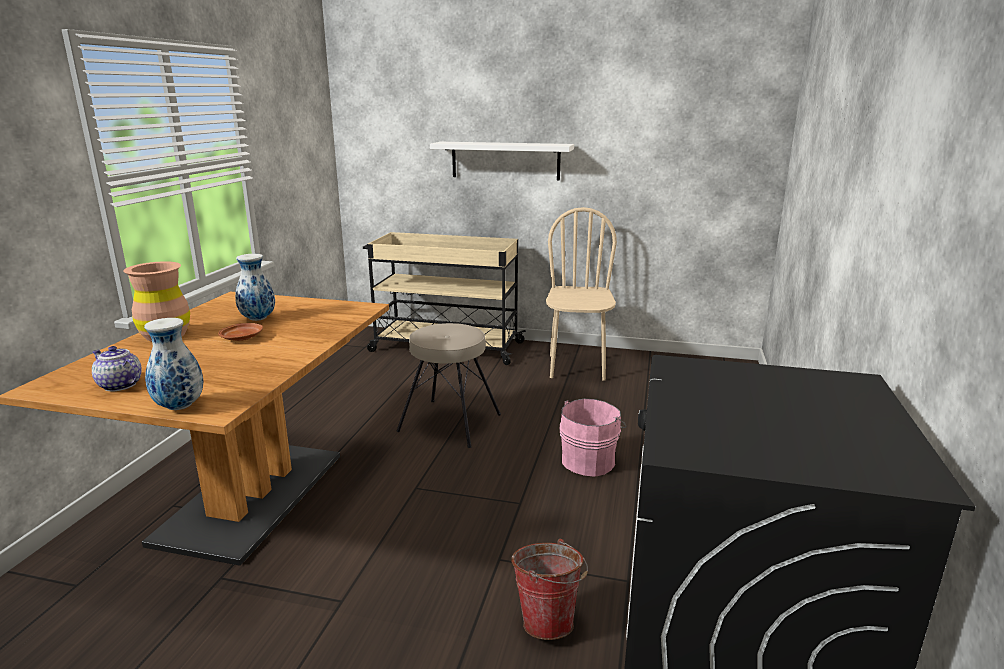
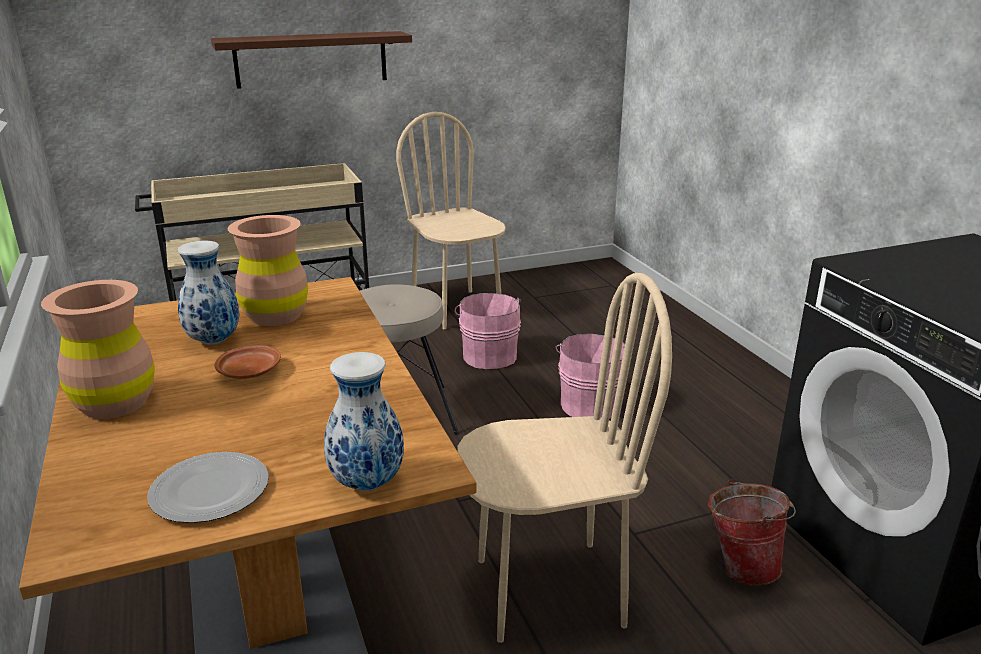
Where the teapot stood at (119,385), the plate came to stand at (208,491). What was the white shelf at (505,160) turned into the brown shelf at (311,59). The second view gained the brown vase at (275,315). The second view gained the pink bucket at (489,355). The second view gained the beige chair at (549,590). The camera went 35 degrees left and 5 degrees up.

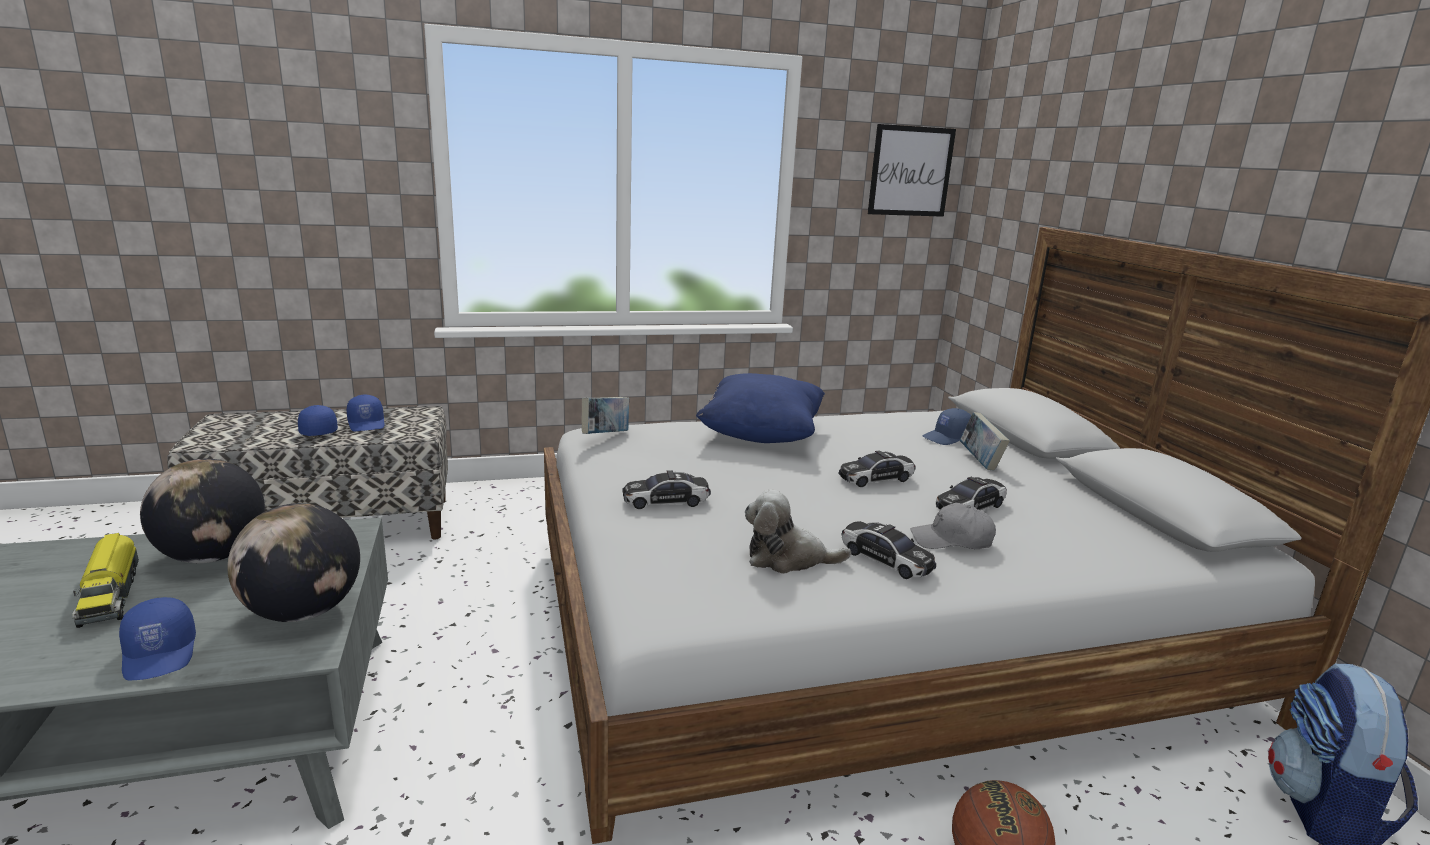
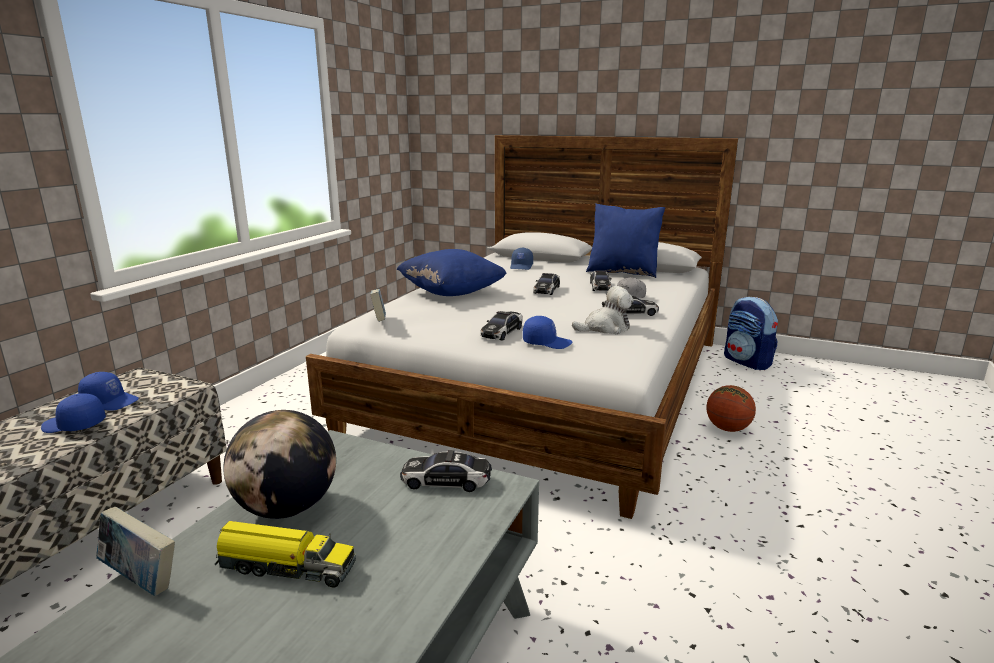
The blue cap ended up elsewhere, having gone from (161,653) to (546,342). Where the globe stood at (303,612), the toy car came to stand at (446,481). The plush toy at (788,558) ended up facing another way, 150 degrees counterclockwise from before. The second view lost the picture at (910,171). The book ended up elsewhere, having gone from (980,461) to (141,579). The second view gained the blue pillow at (623,272). The camera went 50 degrees left and 0 degrees up.

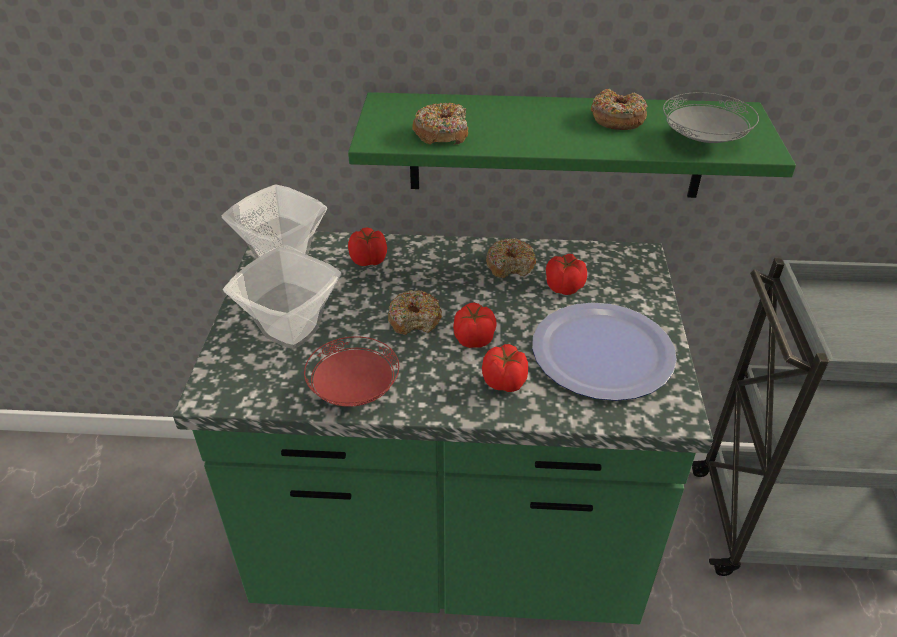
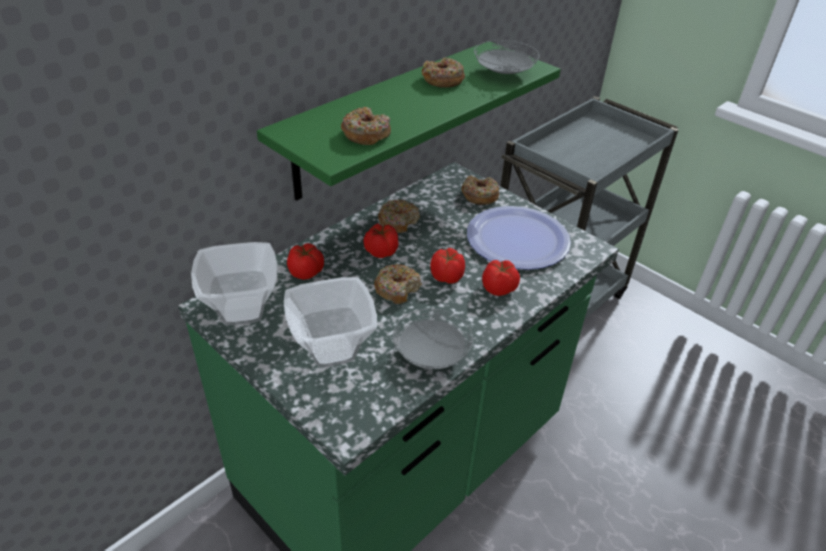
What was the red plate at (353,390) turned into the grey plate at (431,355). The tomato ended up elsewhere, having gone from (563,287) to (380,251). The second view gained the donut at (479,195). The camera went 50 degrees left and 0 degrees up.

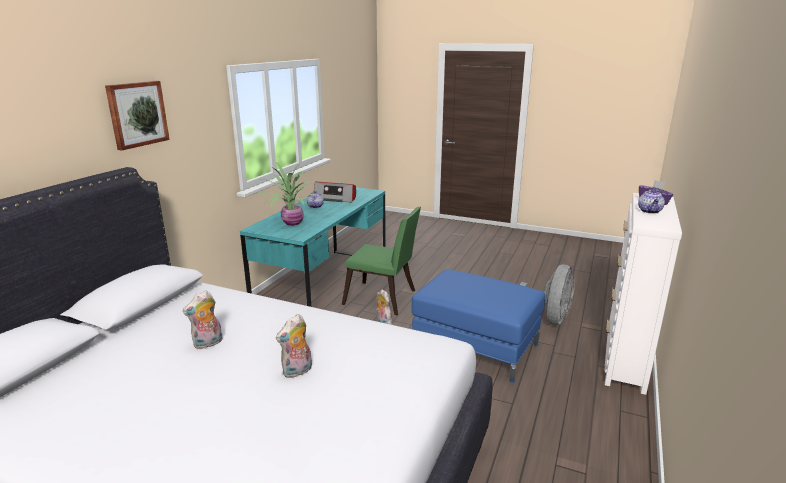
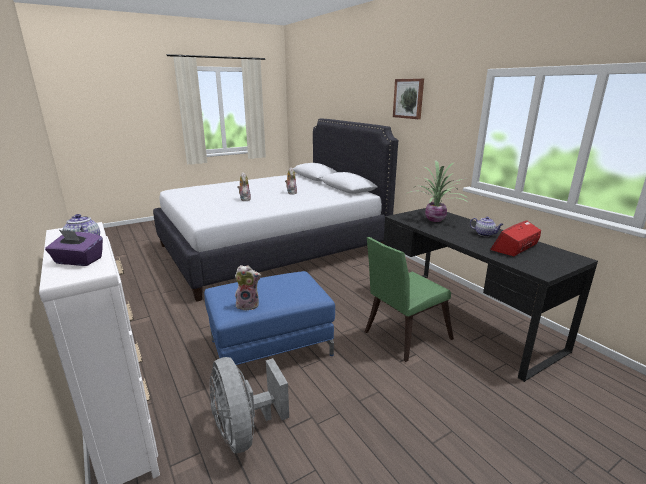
What was the turquoise desk at (325,284) turned into the black desk at (463,317). The plush toy ended up elsewhere, having gone from (383,322) to (248,305). The camera went 125 degrees right and 0 degrees up.

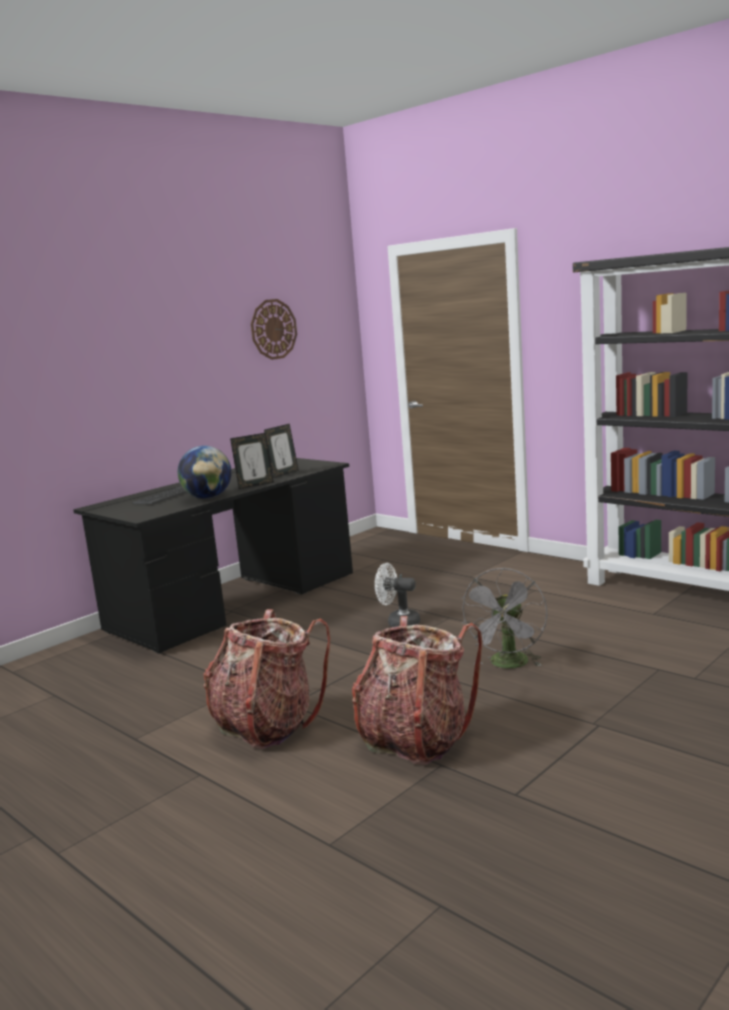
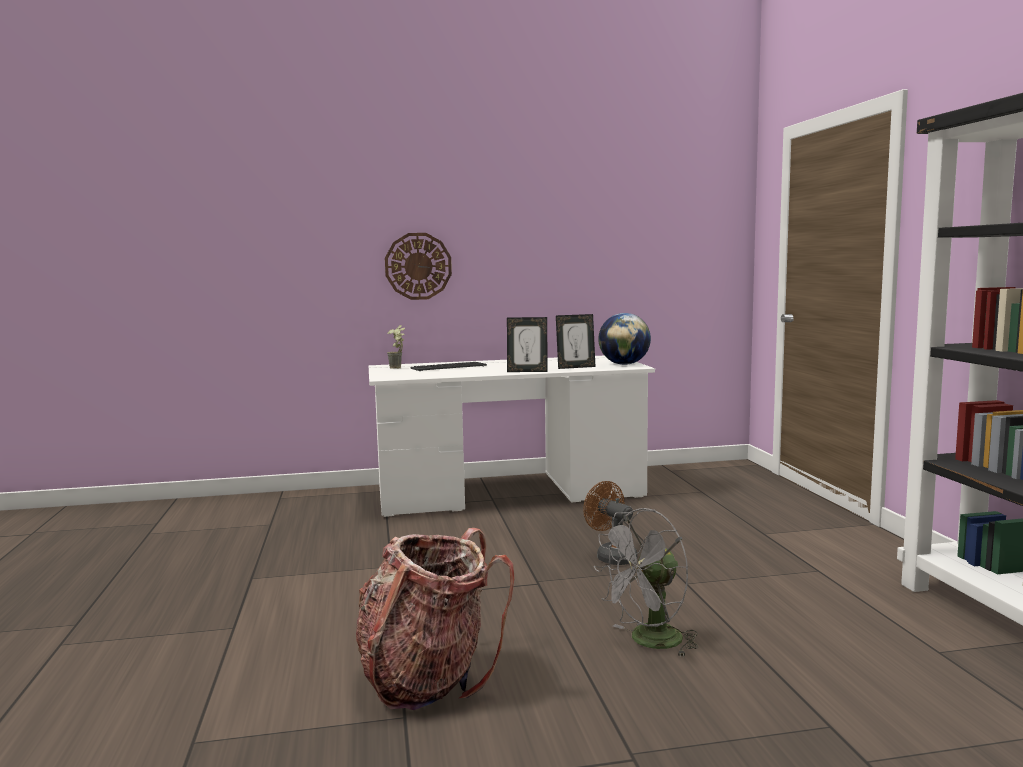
What was the black desk at (234,601) turned into the white desk at (508,492). The globe ended up elsewhere, having gone from (208,497) to (624,364). The second view lost the backpack at (267,726). The wall clock ended up elsewhere, having gone from (273,329) to (418,266). What was the white fan at (398,623) turned into the brown fan at (611,556). The second view gained the potted plant at (398,368). The camera went 35 degrees right and 5 degrees down.

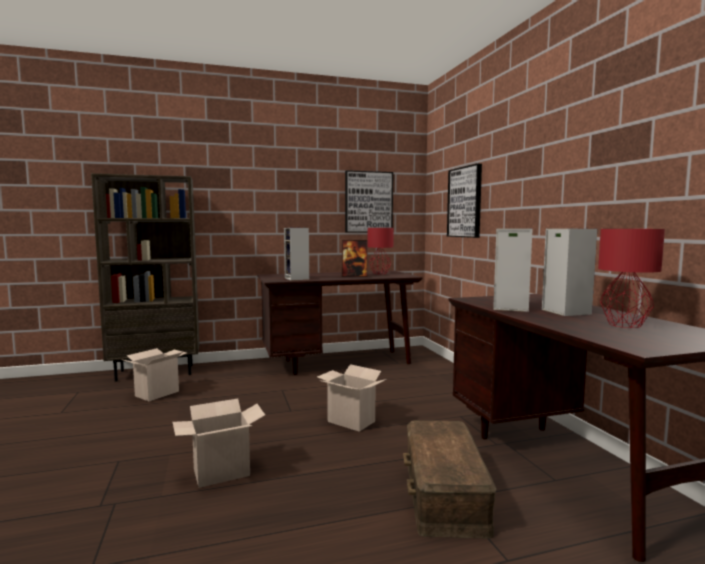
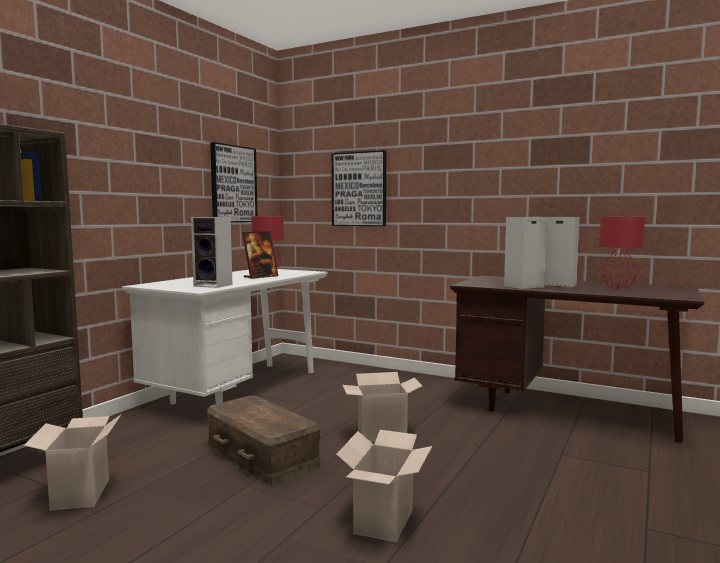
What was the brown desk at (337,363) turned into the white desk at (239,390). The brown storage box ended up elsewhere, having gone from (446,492) to (263,455). The camera went 45 degrees left and 0 degrees up.

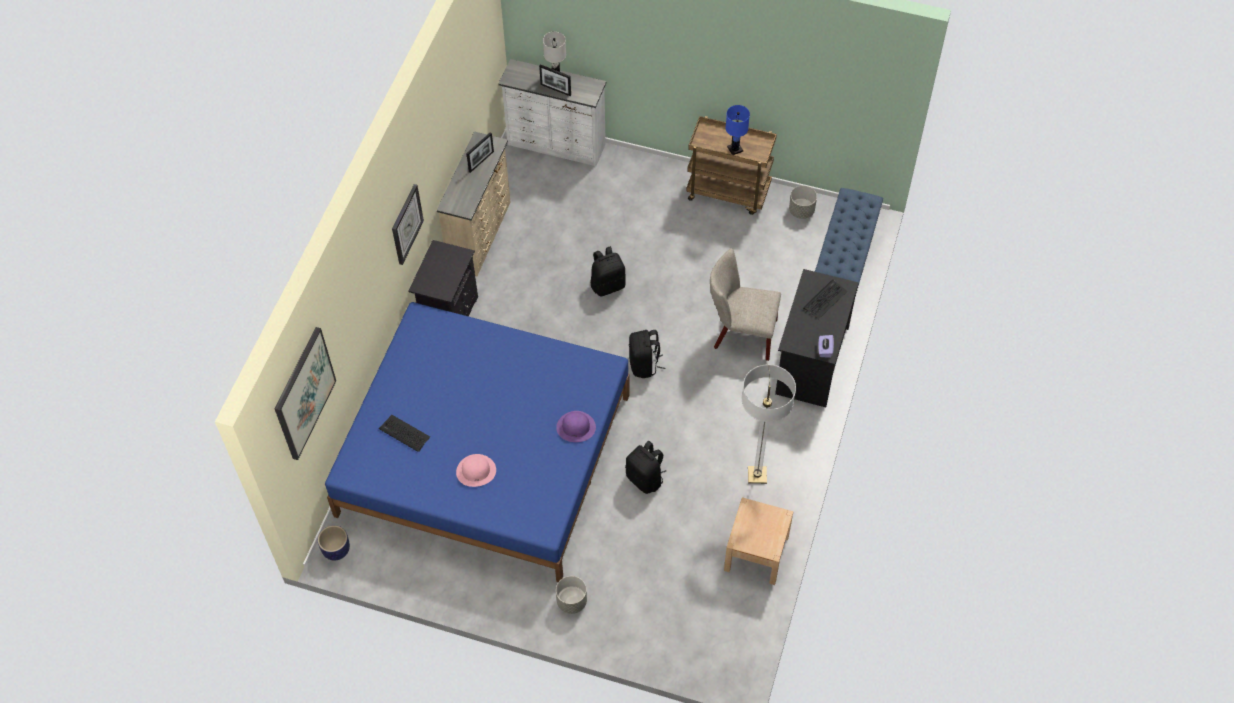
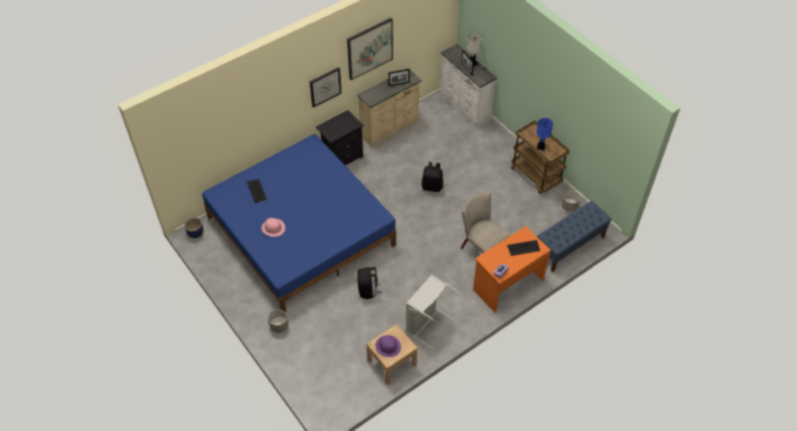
The picture ended up elsewhere, having gone from (304,393) to (369,48). The purple hat ended up elsewhere, having gone from (576,427) to (388,346). The second view lost the black backpack at (644,365). Where the floor lamp stood at (757,475), the grey laundry basket came to stand at (427,324). What was the black desk at (811,360) turned into the orange desk at (507,284). The camera went 35 degrees right and 5 degrees down.

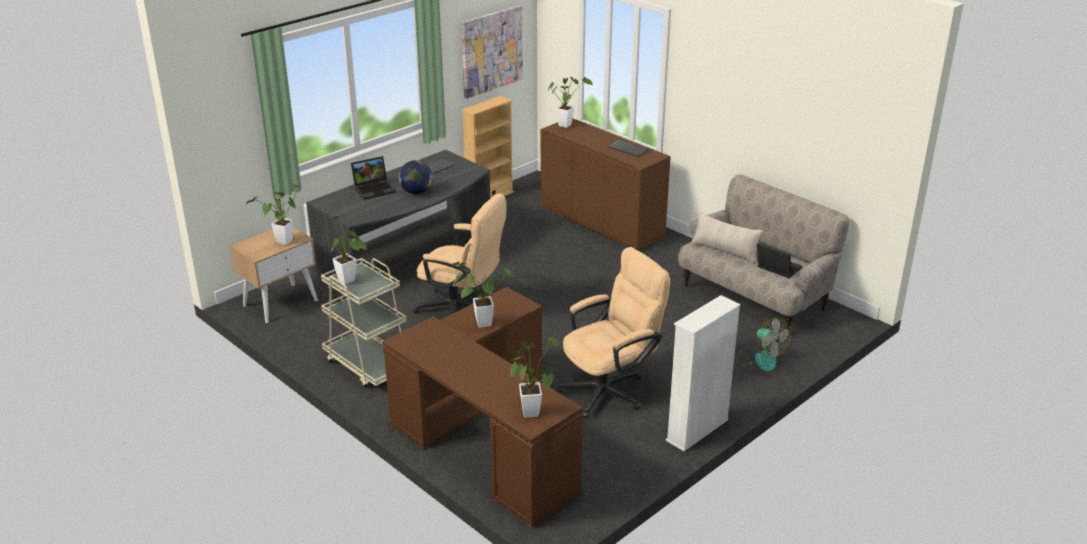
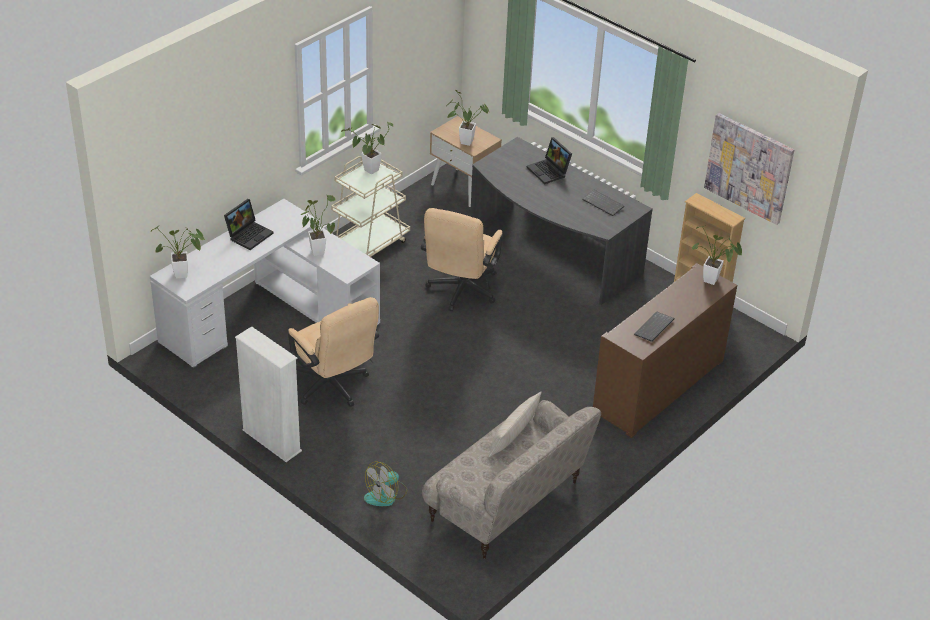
What was the brown desk at (484,436) turned into the white desk at (270,314). The second view lost the globe at (416,192). The laptop ended up elsewhere, having gone from (776,268) to (249,234). The camera went 85 degrees right and 10 degrees up.

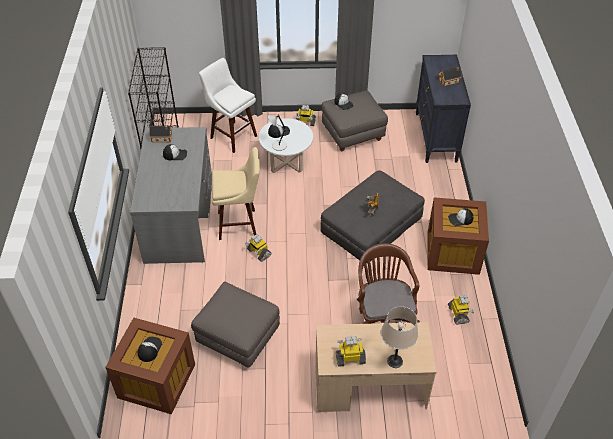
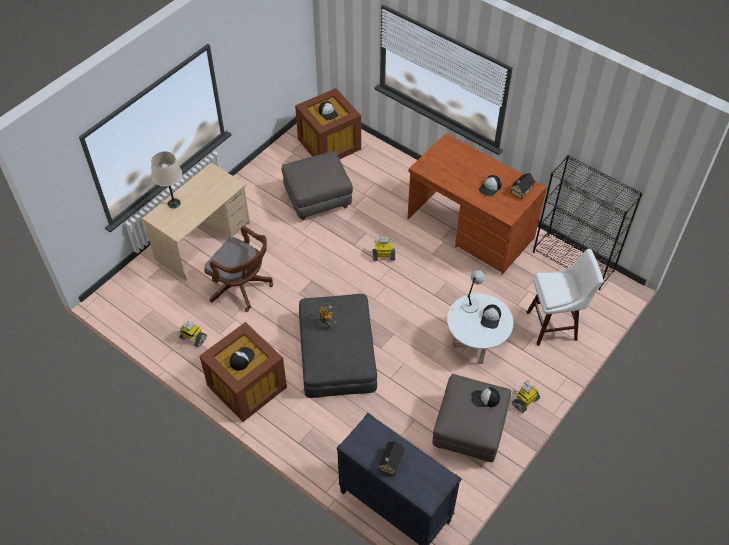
What was the grey desk at (180,219) turned into the brown desk at (470,229). The second view lost the beige stool at (240,224). The second view lost the toy robot at (350,358). The camera went 130 degrees right and 5 degrees up.

